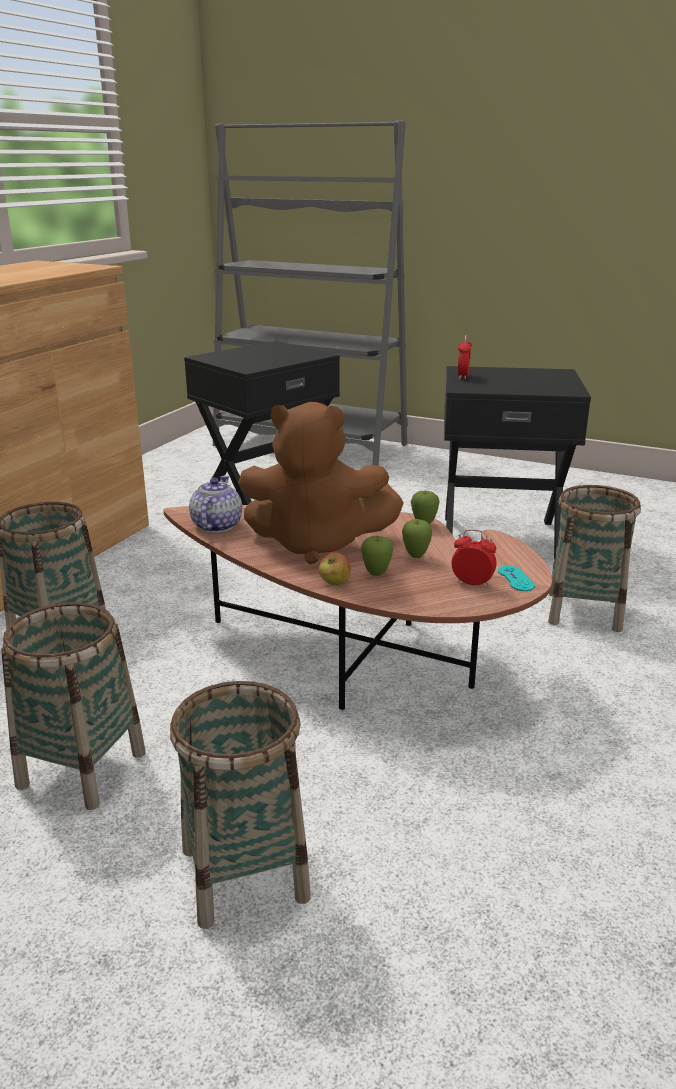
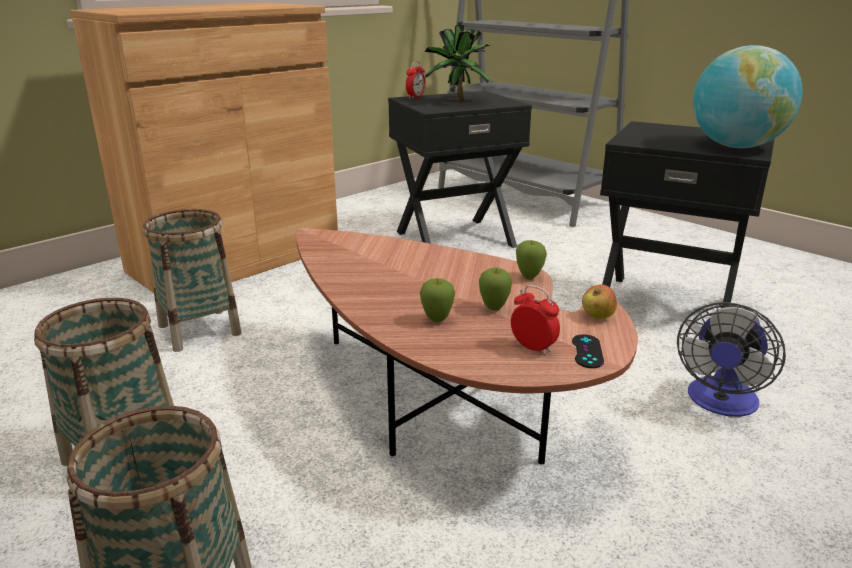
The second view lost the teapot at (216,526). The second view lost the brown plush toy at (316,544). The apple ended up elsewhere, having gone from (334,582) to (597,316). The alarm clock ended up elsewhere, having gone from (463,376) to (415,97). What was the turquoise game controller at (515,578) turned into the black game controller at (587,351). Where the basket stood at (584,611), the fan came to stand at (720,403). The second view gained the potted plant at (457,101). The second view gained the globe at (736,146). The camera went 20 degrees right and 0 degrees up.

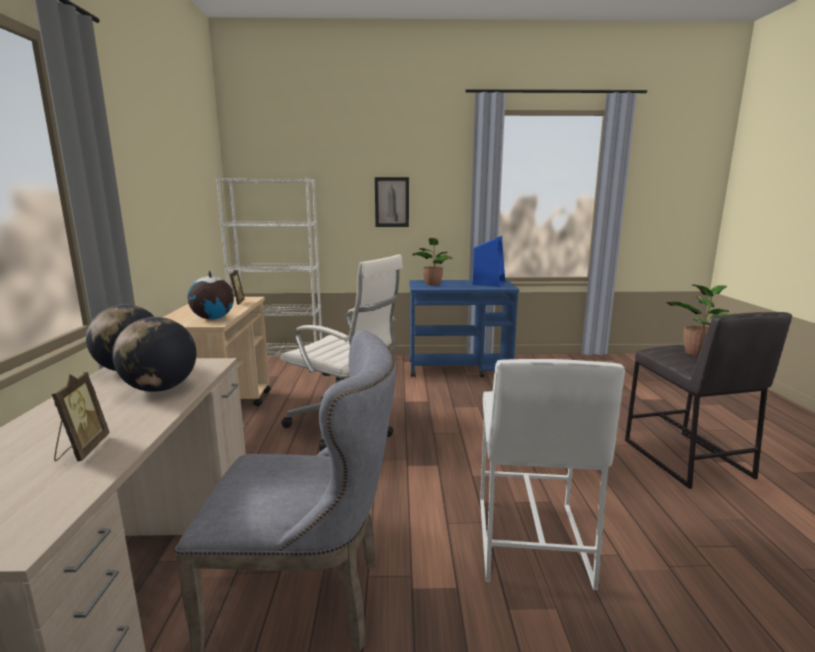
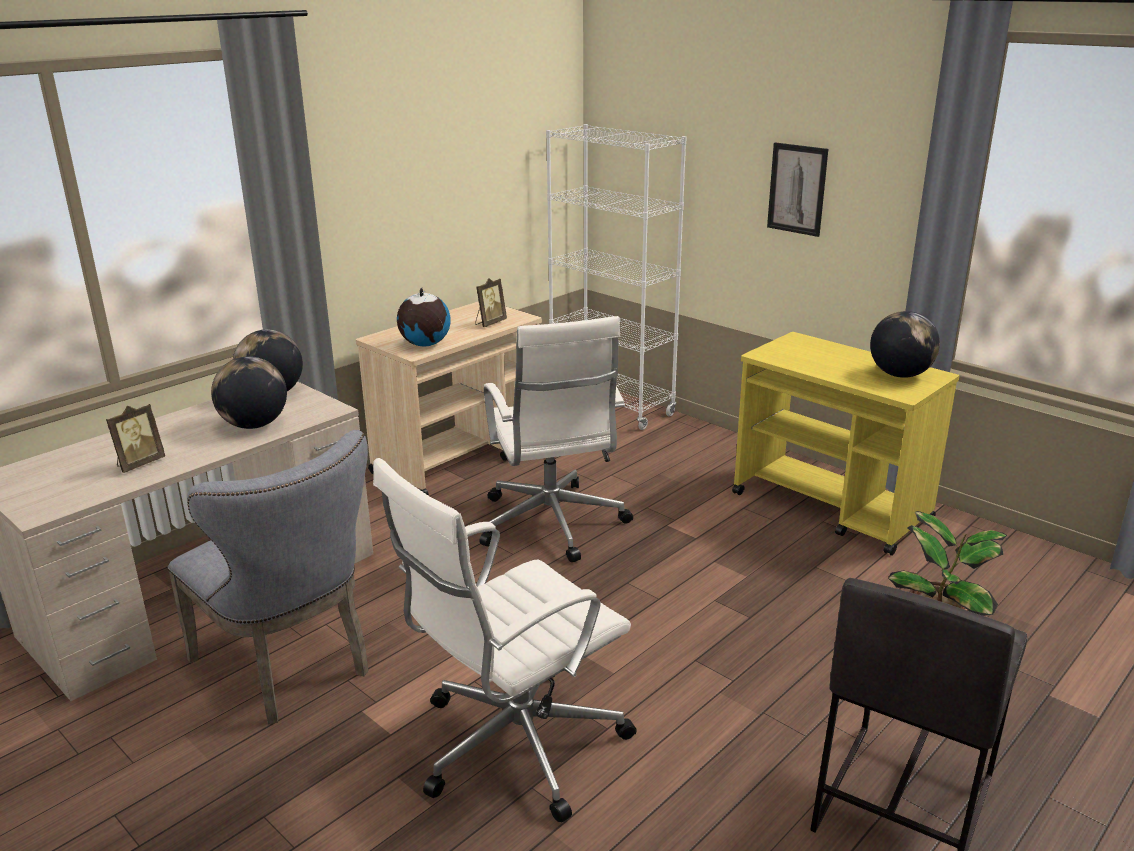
What was the blue cart at (459,369) turned into the yellow cart at (831,507). The second view lost the potted plant at (432,283). Where the blue speaker stood at (489,283), the globe came to stand at (900,375). Where the white stool stood at (530,540), the white office chair came to stand at (514,745). The camera went 45 degrees right and 10 degrees up.

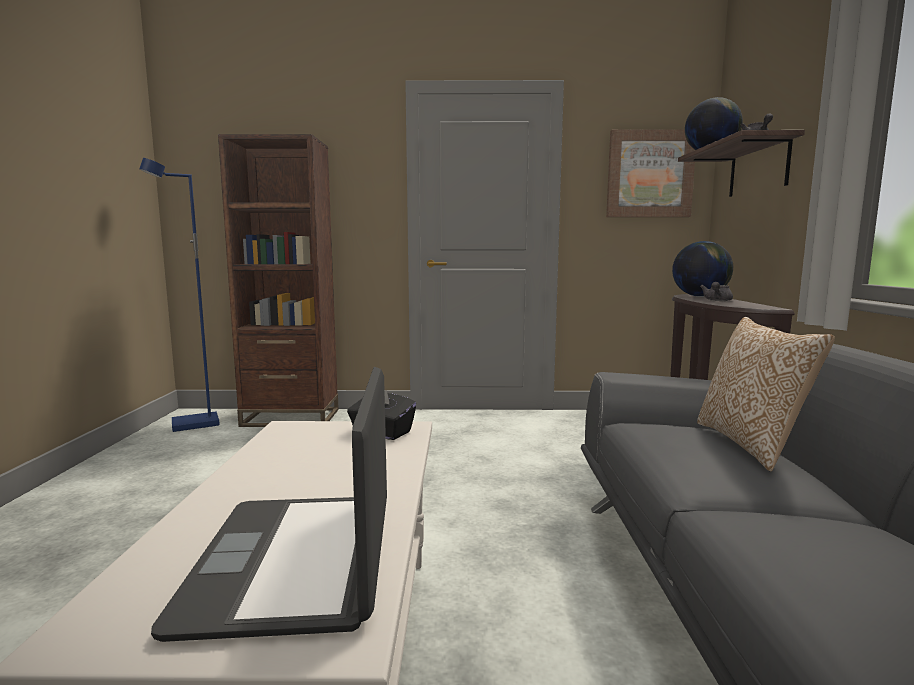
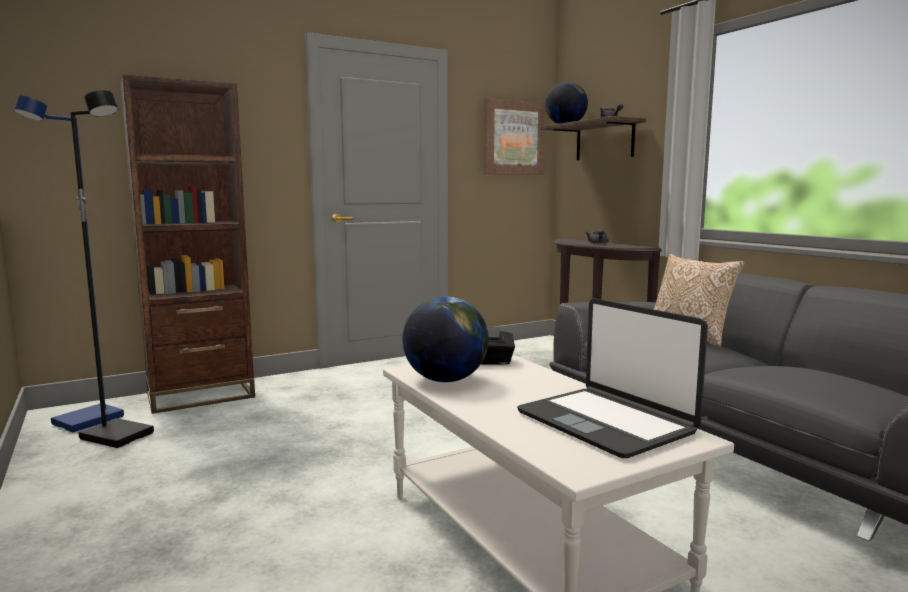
The globe ended up elsewhere, having gone from (700,296) to (445,380). The second view gained the black floor lamp at (119,436). The camera went 30 degrees left and 0 degrees up.

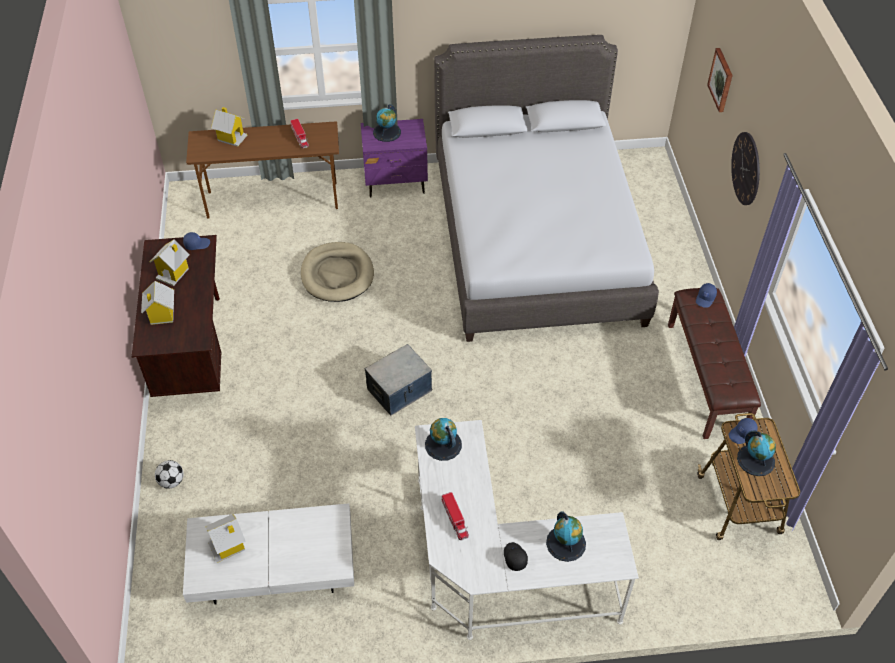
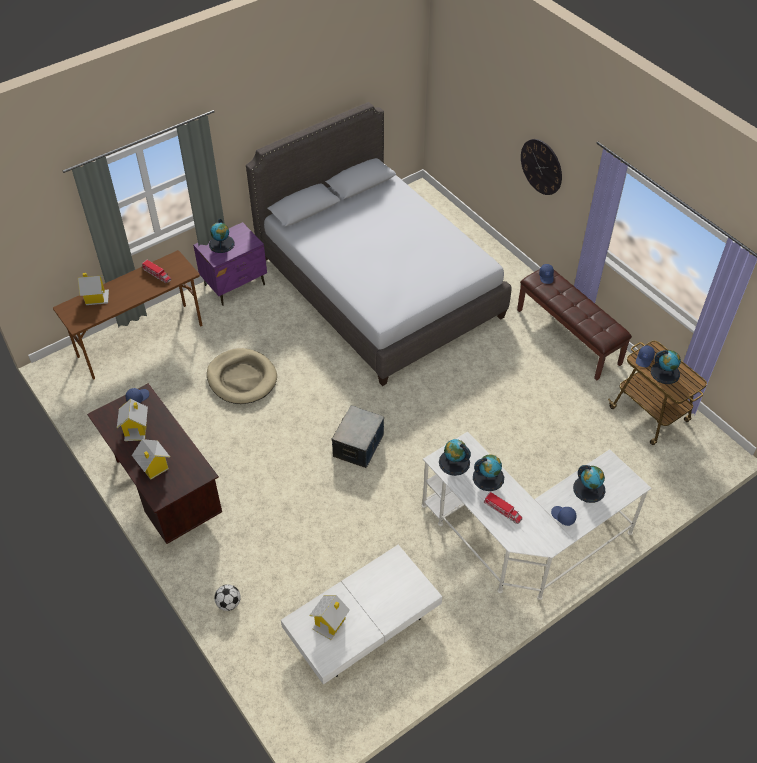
What was the black cap at (514,557) turned into the blue cap at (563,516). The second view lost the picture at (721,80). The second view gained the globe at (488,477). The camera went 30 degrees left and 0 degrees up.

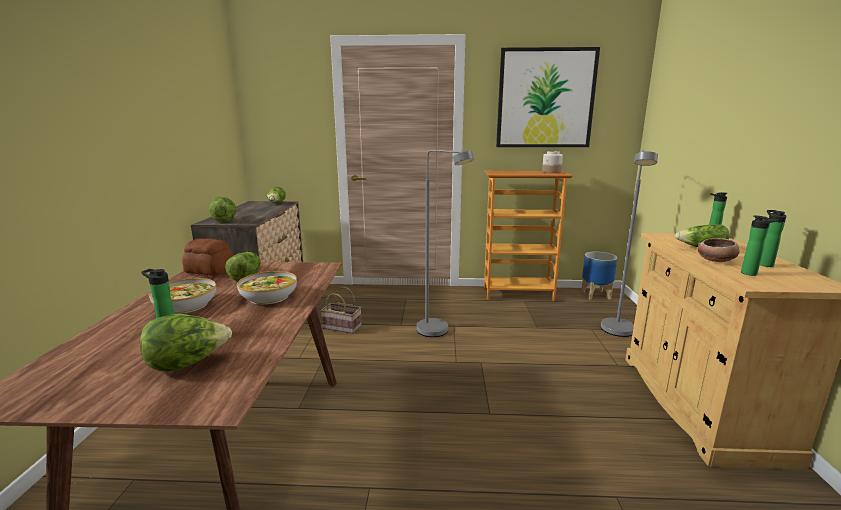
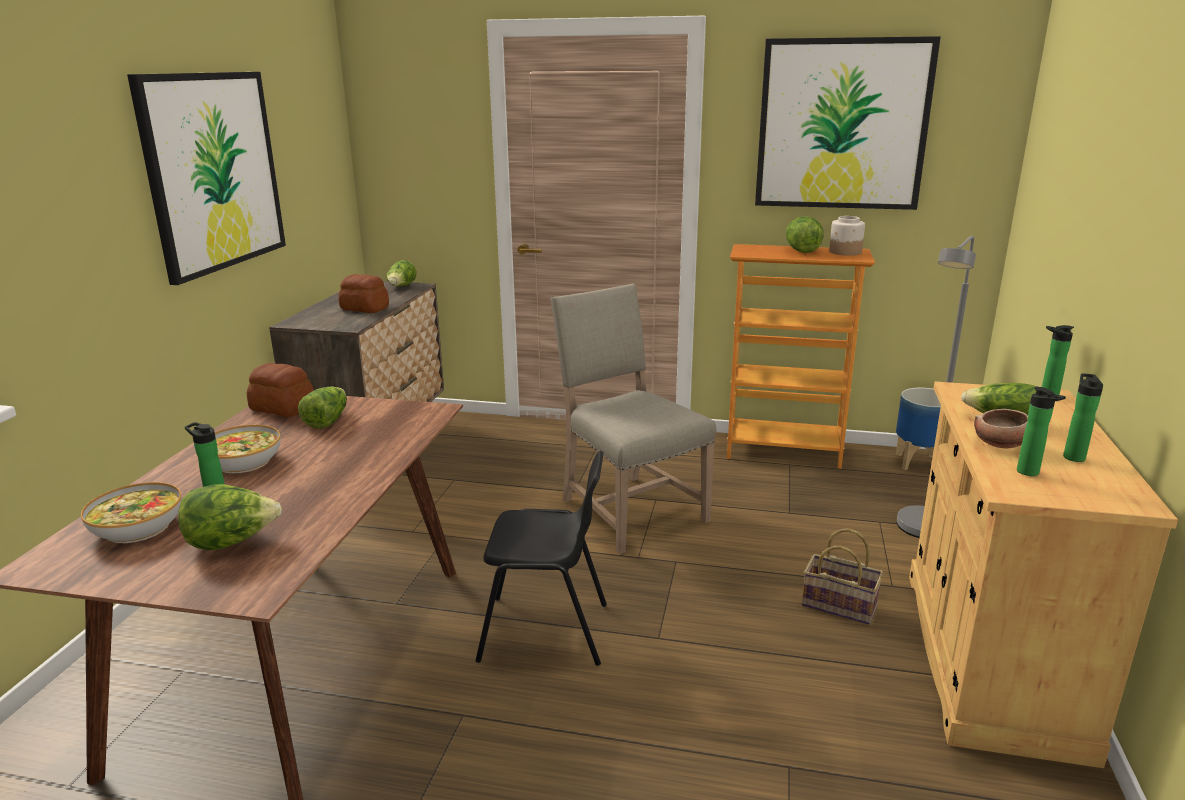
The lettuce ended up elsewhere, having gone from (224,220) to (801,251). The bowl ended up elsewhere, having gone from (269,297) to (138,528). The basket ended up elsewhere, having gone from (343,327) to (841,605). Where the grey floor lamp stood at (438,333), the beige chair came to stand at (628,509). The second view gained the picture at (213,172). The second view gained the bread at (365,308). The second view gained the black chair at (546,632). The camera went 10 degrees right and 5 degrees up.

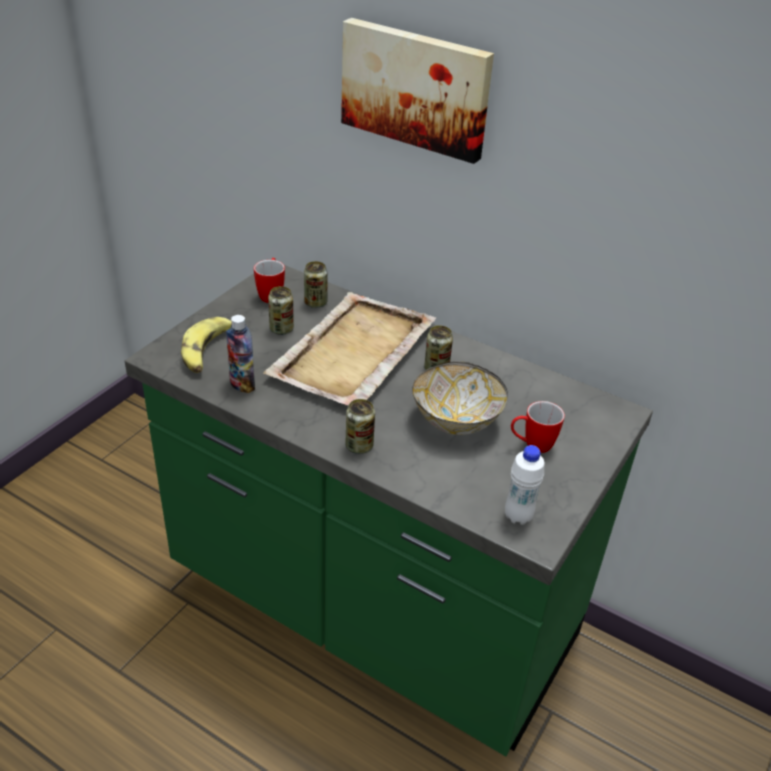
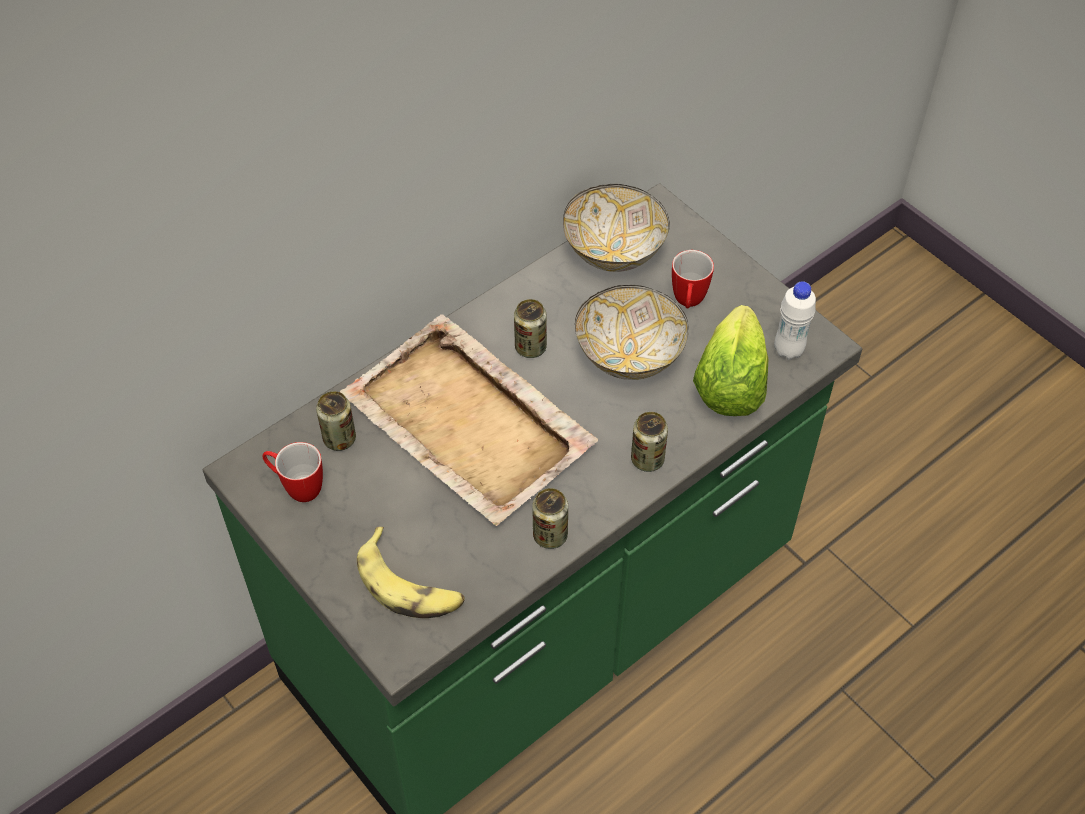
The second view lost the bottle at (242,385). The can ended up elsewhere, having gone from (281,329) to (550,535). The second view lost the picture at (416,88). The second view gained the bowl at (613,251). The second view gained the lettuce at (729,385). The camera went 70 degrees left and 15 degrees up.

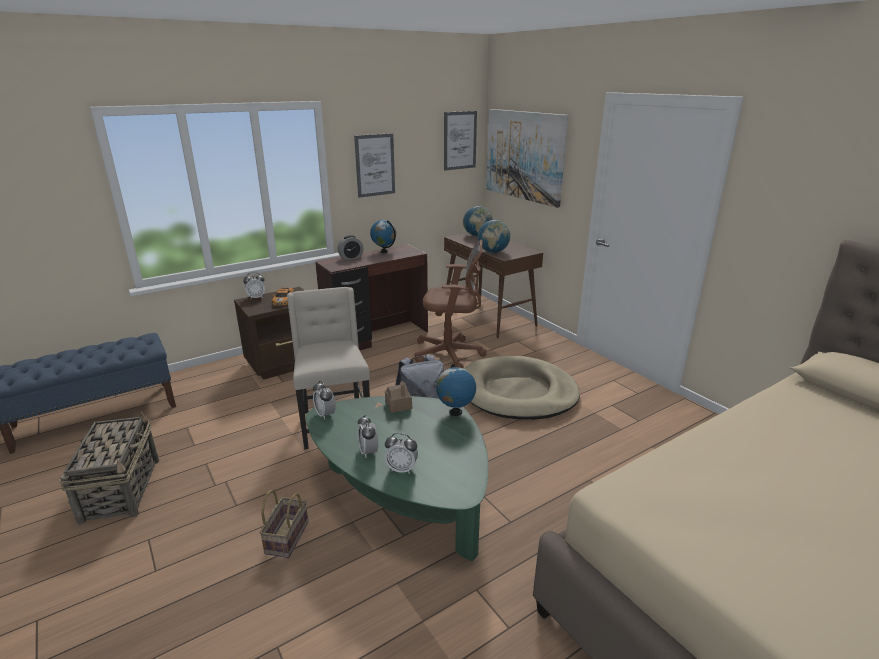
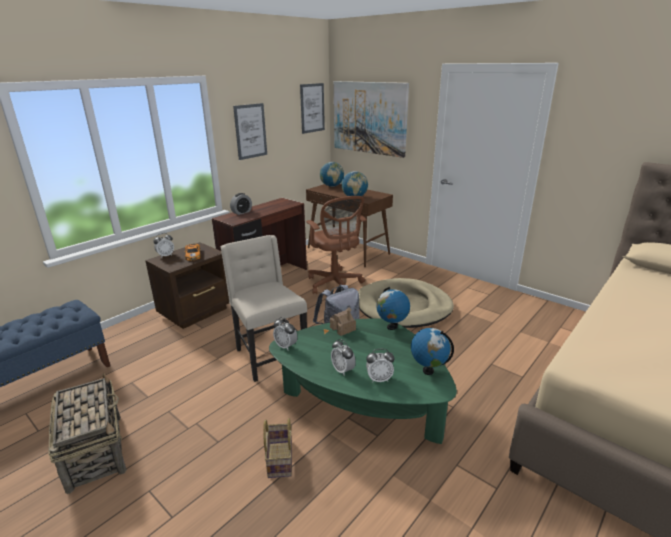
The globe ended up elsewhere, having gone from (384,251) to (428,370). The brown office chair at (451,354) ended up facing another way, 75 degrees clockwise from before. The camera went 15 degrees left and 0 degrees up.

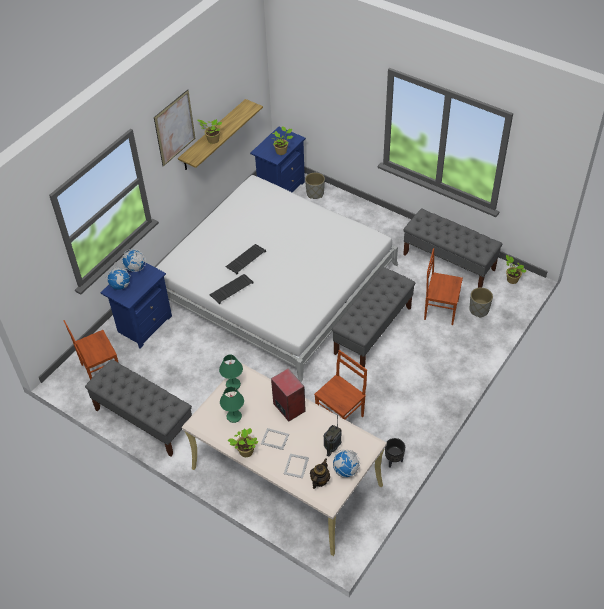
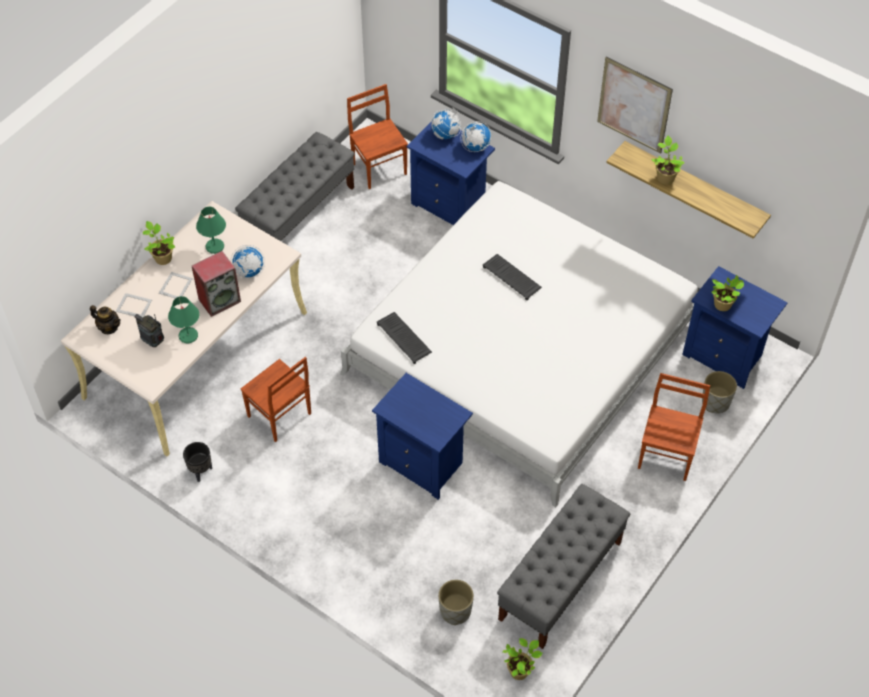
The keyboard ended up elsewhere, having gone from (231,288) to (405,338). The green table lamp ended up elsewhere, having gone from (233,385) to (188,336). Where the grey bench stood at (373,330), the blue nightstand came to stand at (423,463). The globe ended up elsewhere, having gone from (346,470) to (249,272). The brown chair ended up elsewhere, having gone from (440,309) to (667,456). The camera went 90 degrees right and 5 degrees up.

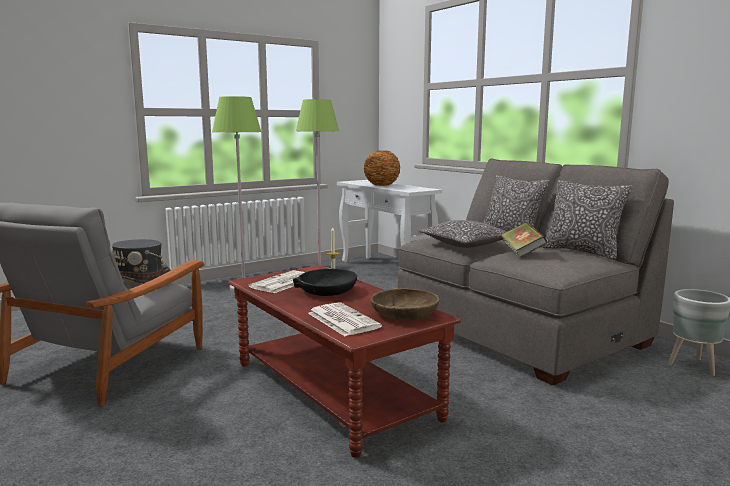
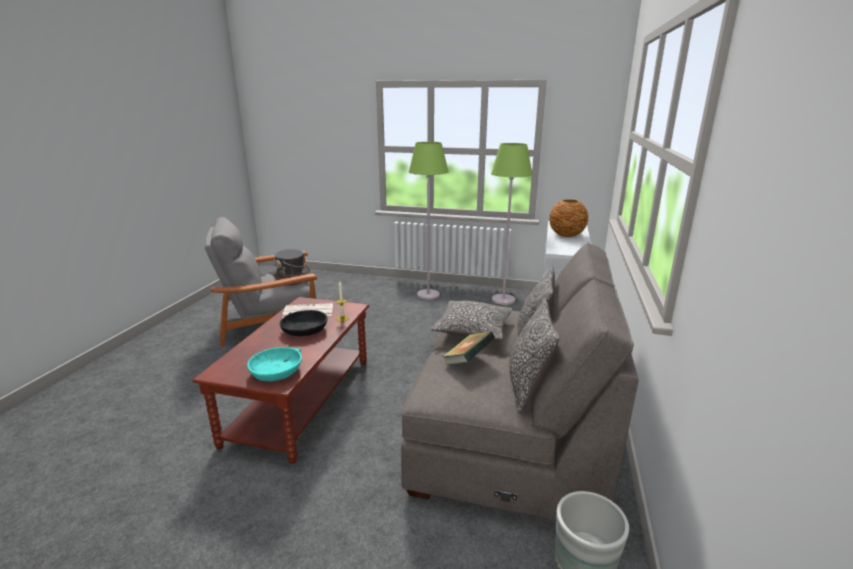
The second view lost the newspaper at (342,320). What was the brown bowl at (404,314) turned into the turquoise bowl at (276,371). The camera went 50 degrees right and 10 degrees up.

